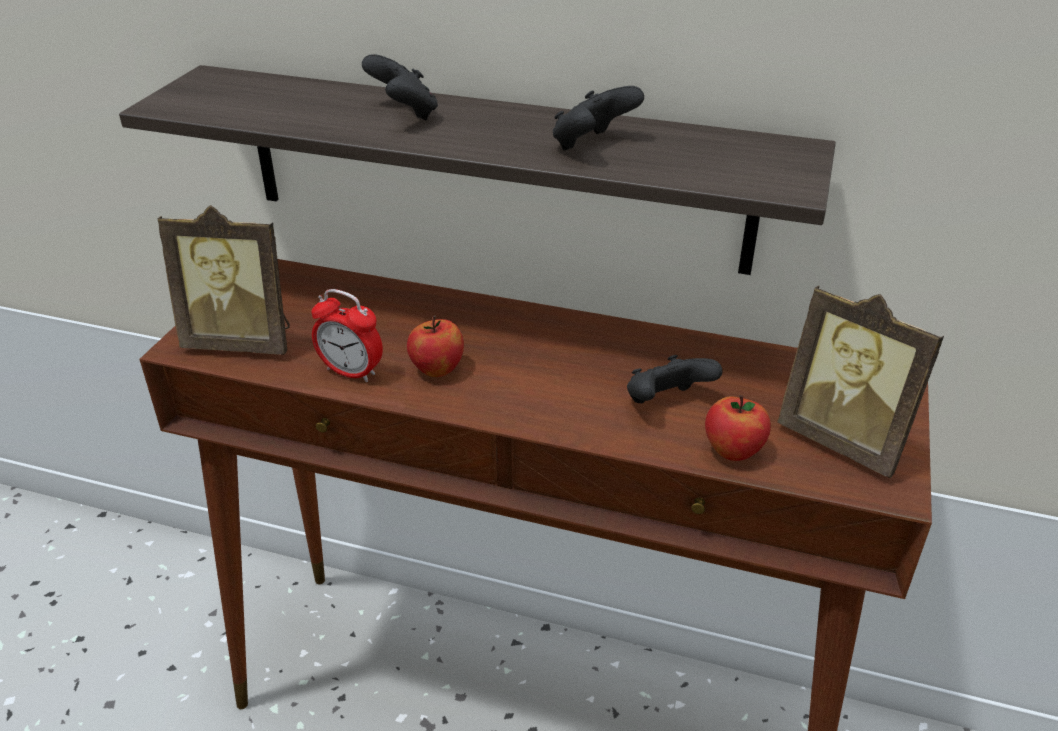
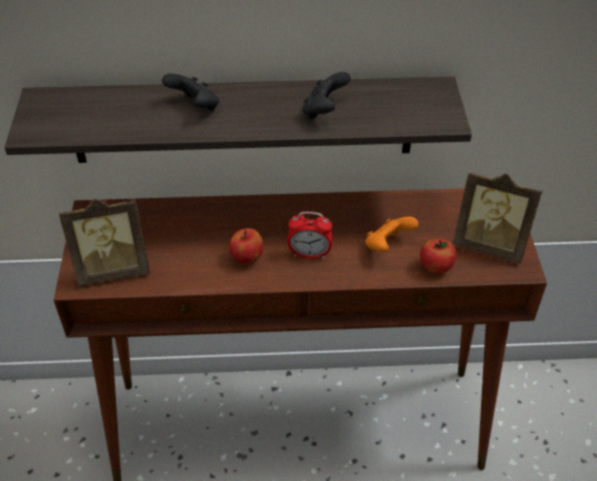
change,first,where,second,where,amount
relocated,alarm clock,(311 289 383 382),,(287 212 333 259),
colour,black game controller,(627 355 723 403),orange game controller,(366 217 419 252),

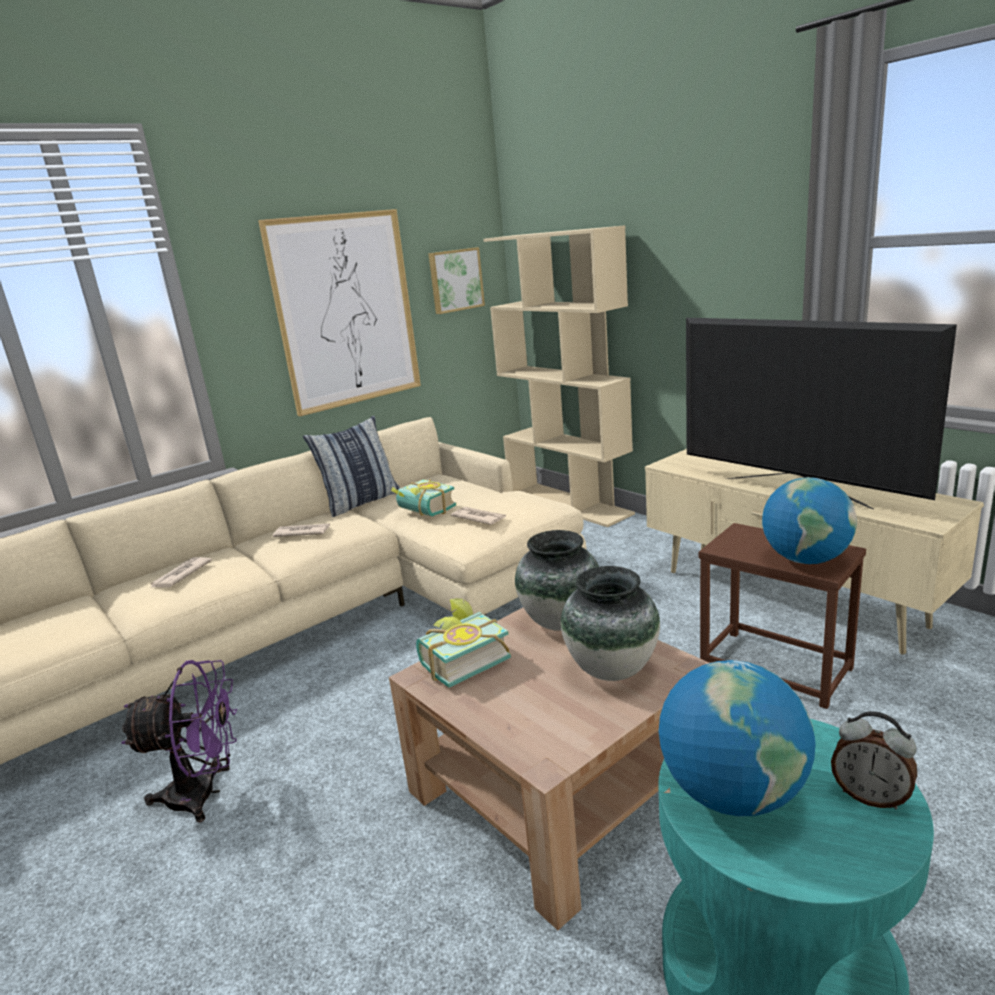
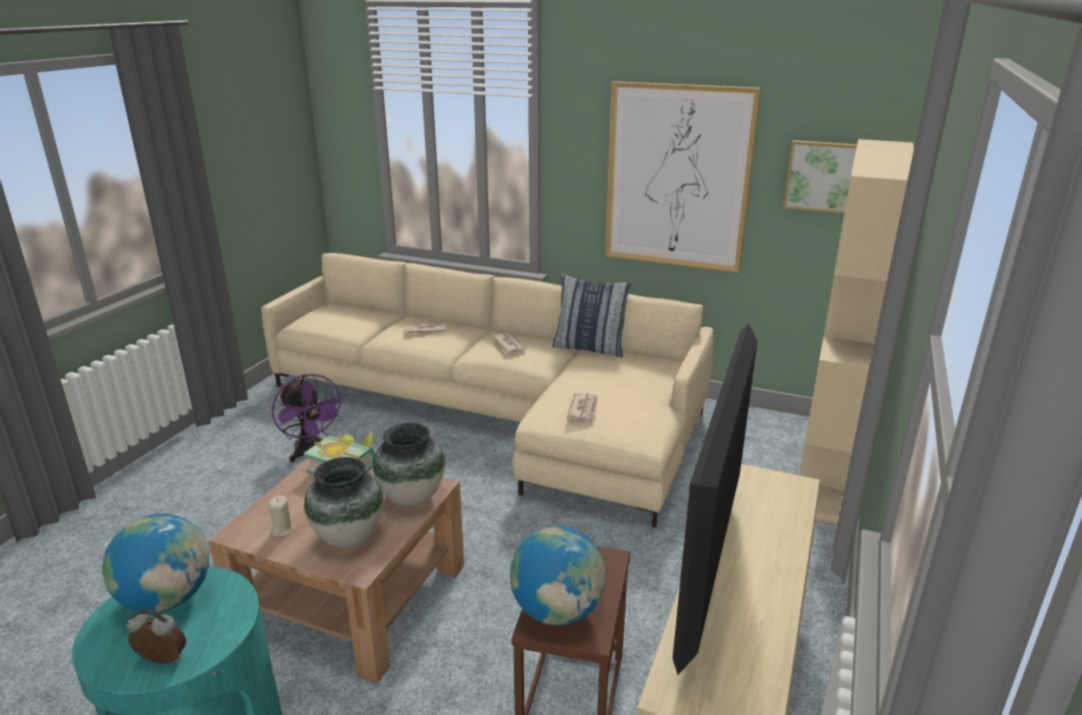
change,first,where,second,where,amount
missing,book,(391 479 456 516),,,
spun,alarm clock,(831 711 917 809),,(126 610 186 663),90 degrees clockwise
appeared,,,beige candle,(269 496 294 537),

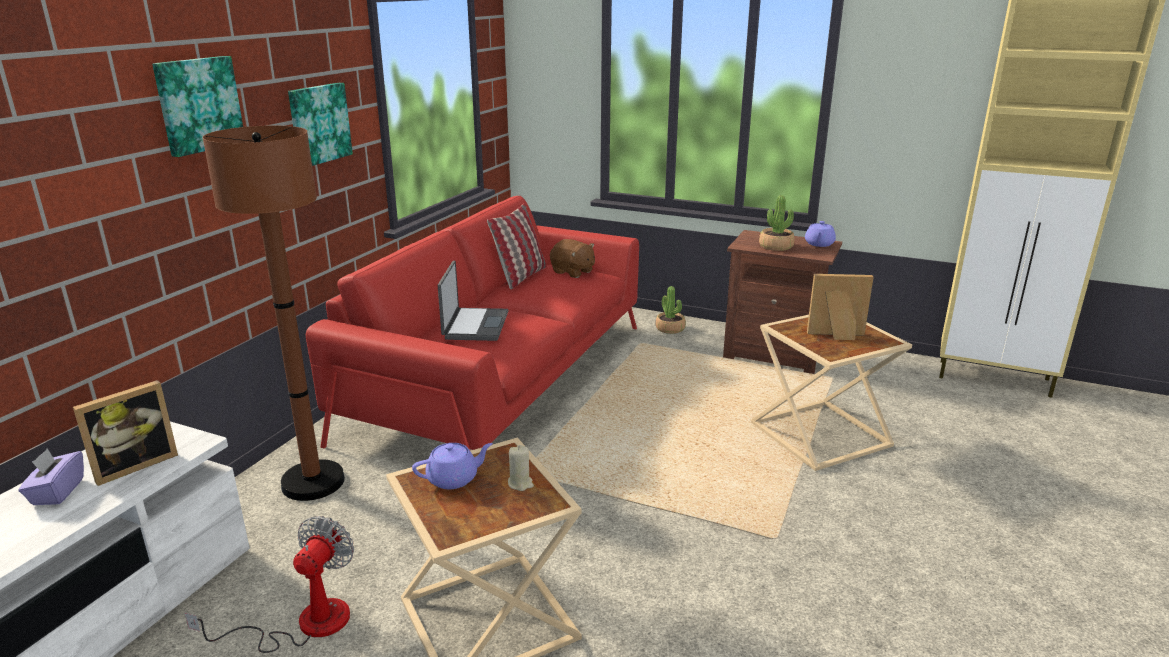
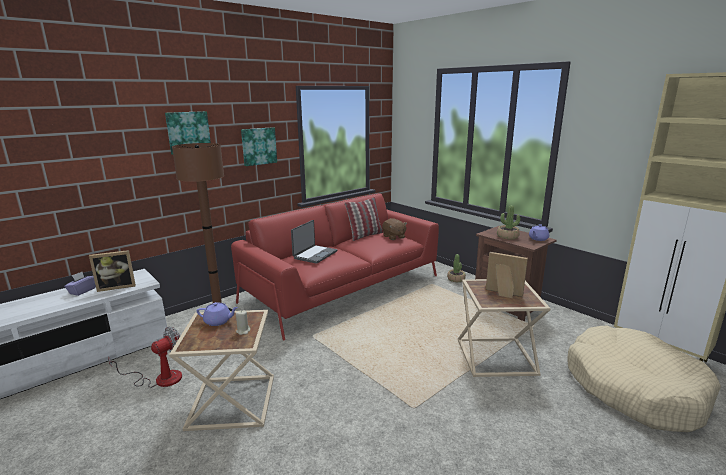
change,first,where,second,where,amount
appeared,,,beige dog bed,(567 326 721 432),

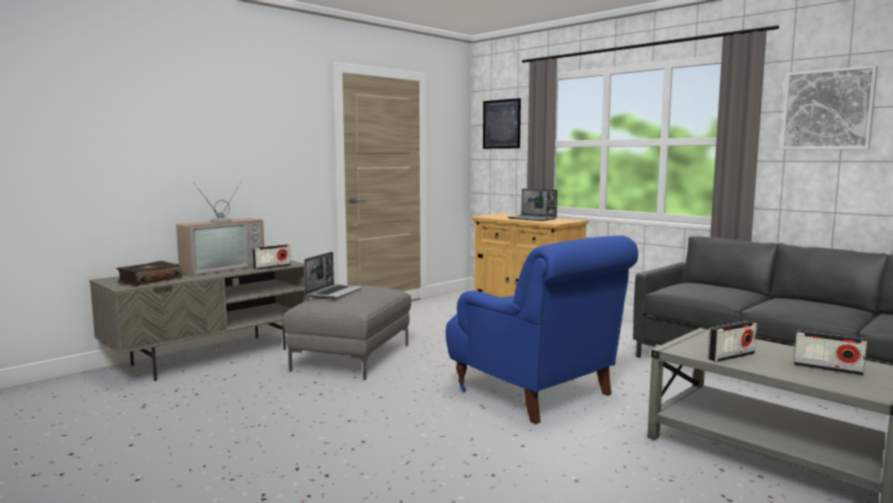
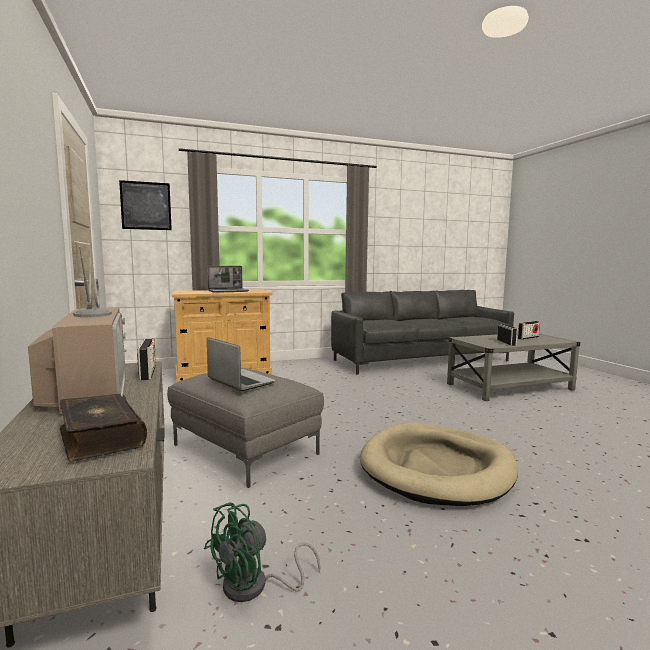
change,first,where,second,where,amount
missing,blue armchair,(446 235 638 424),,,
missing,picture,(781 65 878 150),,,
appeared,,,green fan,(204 502 321 602),
appeared,,,beige dog bed,(360 422 518 506),

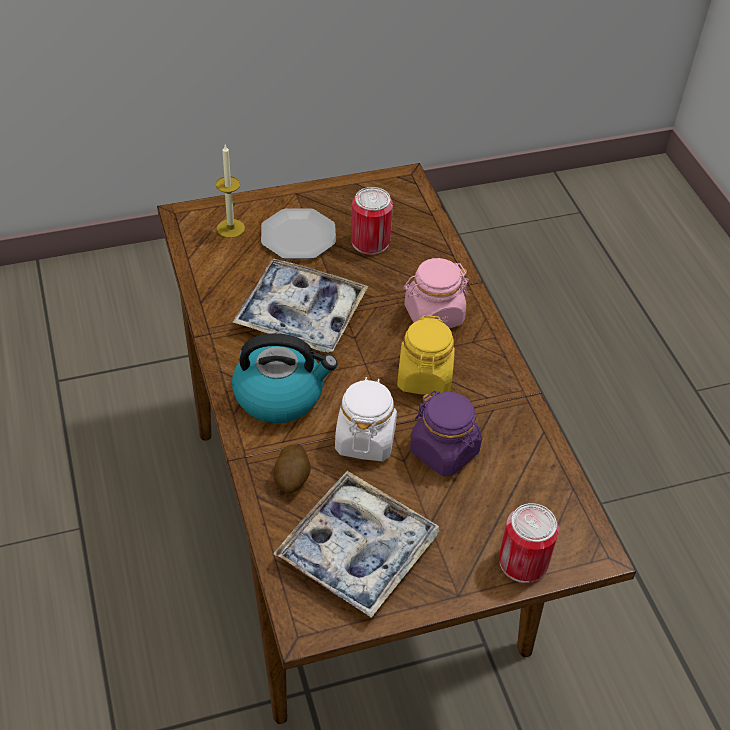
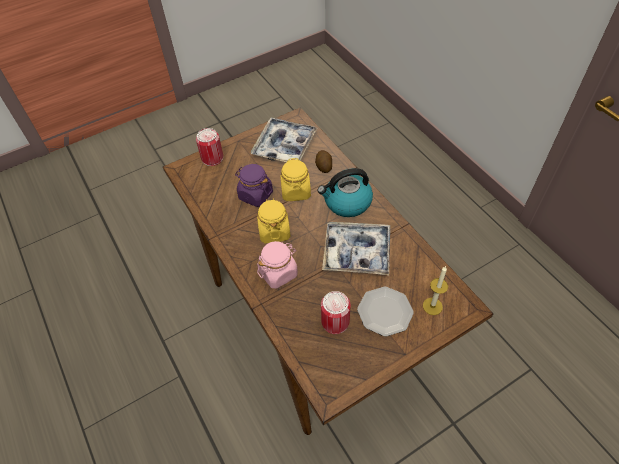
change,first,where,second,where,amount
colour,white jar,(335 377 397 461),yellow jar,(280 158 311 201),

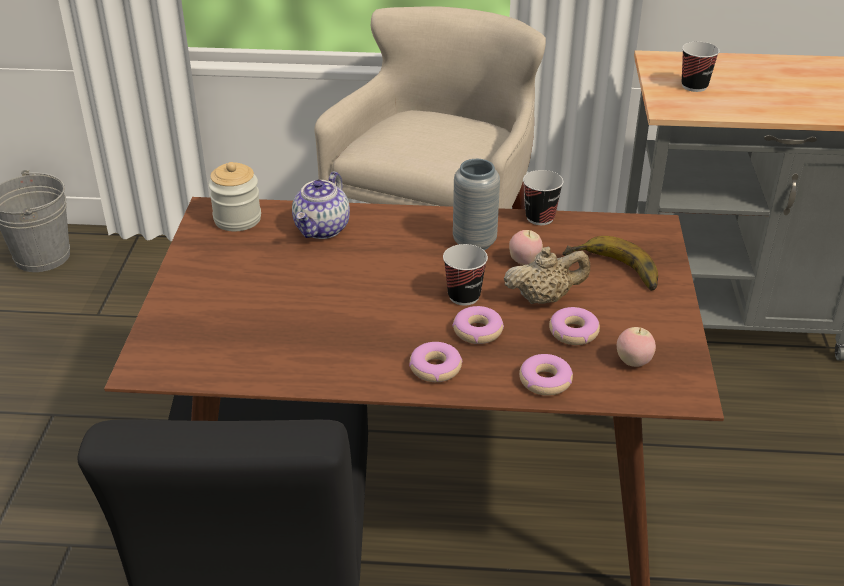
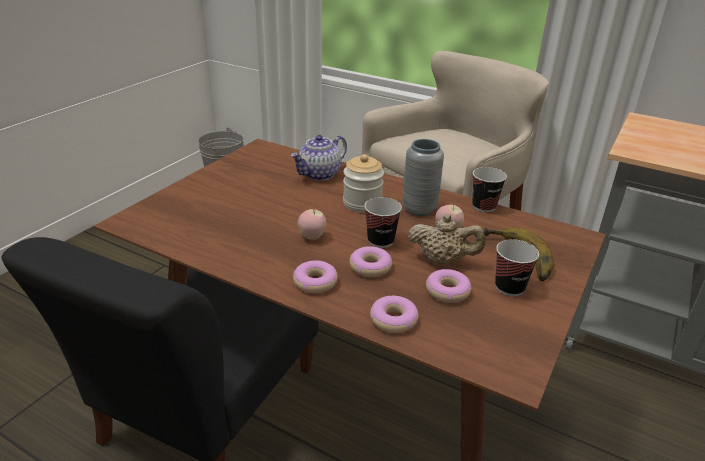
change,first,where,second,where,amount
relocated,jar,(208 162 261 231),,(343 154 384 213),
relocated,apple,(617 327 656 367),,(298 209 327 240),
relocated,cup,(682 42 719 92),,(495 239 539 296),

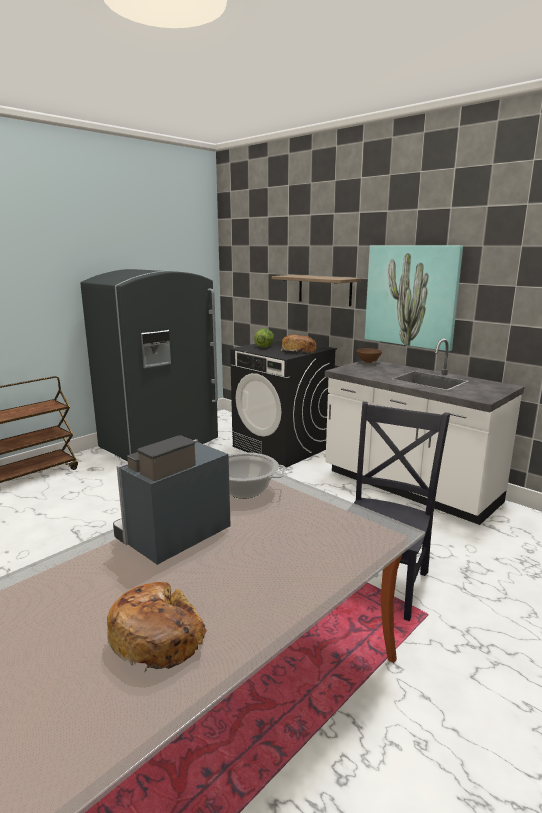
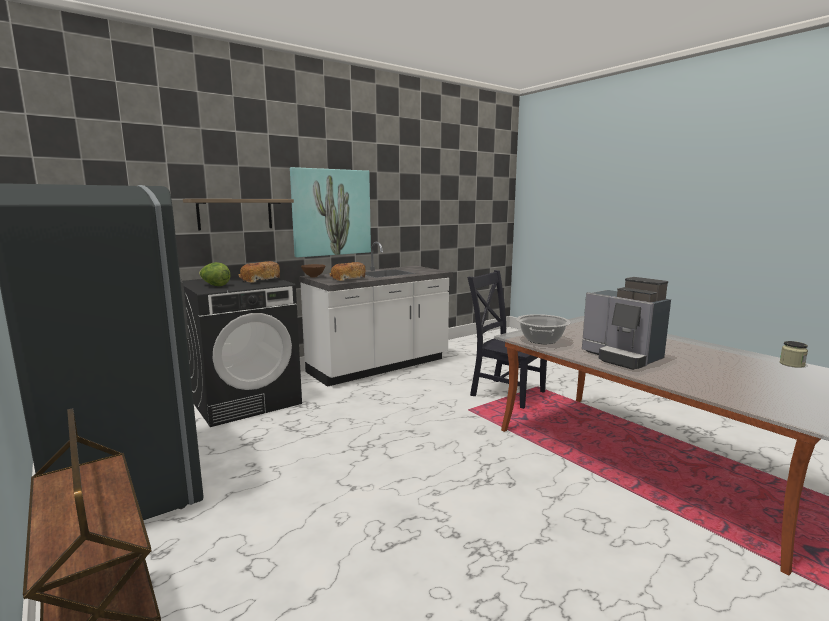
change,first,where,second,where,amount
relocated,bread,(107 582 207 672),,(330 262 366 281),
appeared,,,jar,(780 341 808 368),

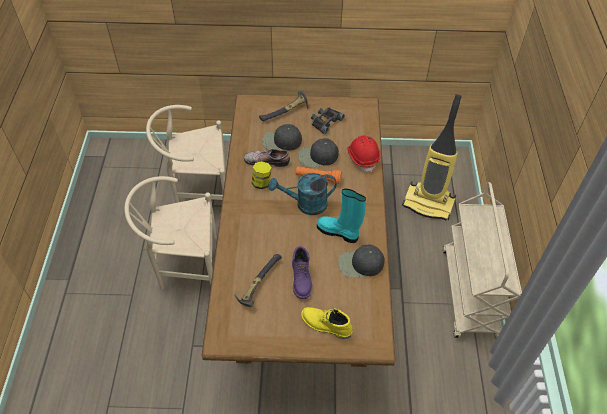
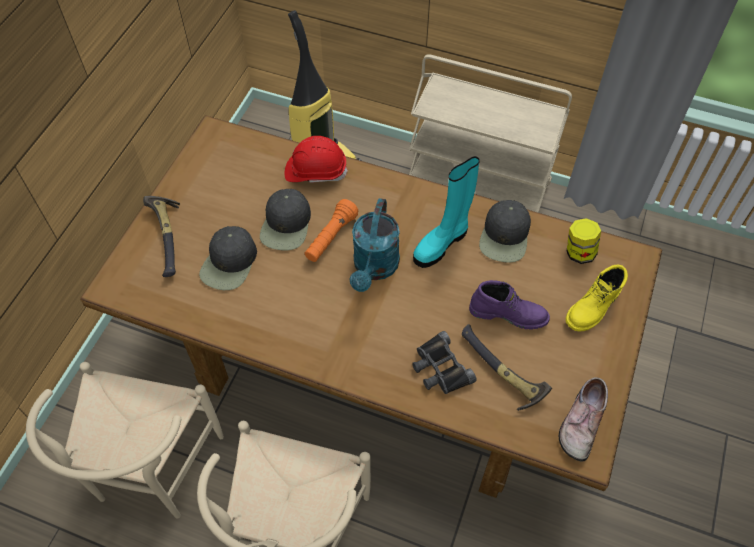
change,first,where,second,where,amount
relocated,shoe,(244 149 290 167),,(559 377 608 462),
relocated,jar,(252 161 272 189),,(567 218 601 264),
relocated,black binoculars,(311 107 345 134),,(412 331 477 394),

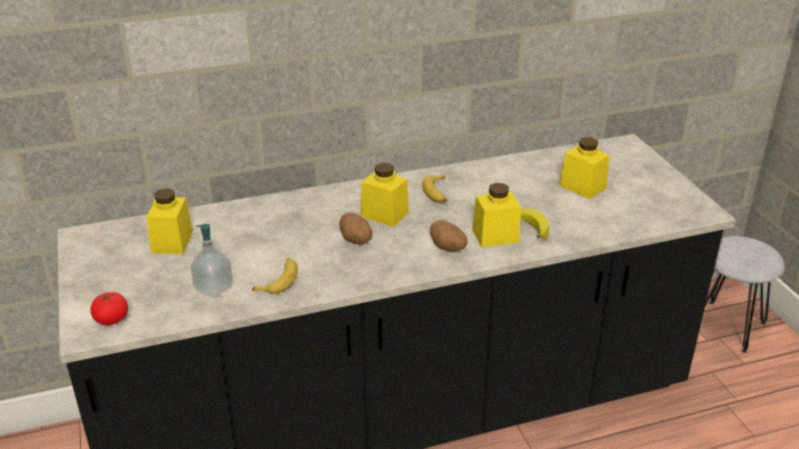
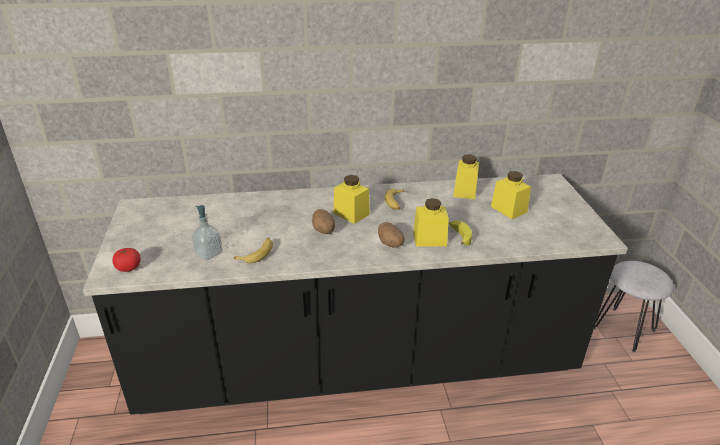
change,first,where,second,where,amount
relocated,yellow jar,(146 188 193 254),,(453 154 479 199),

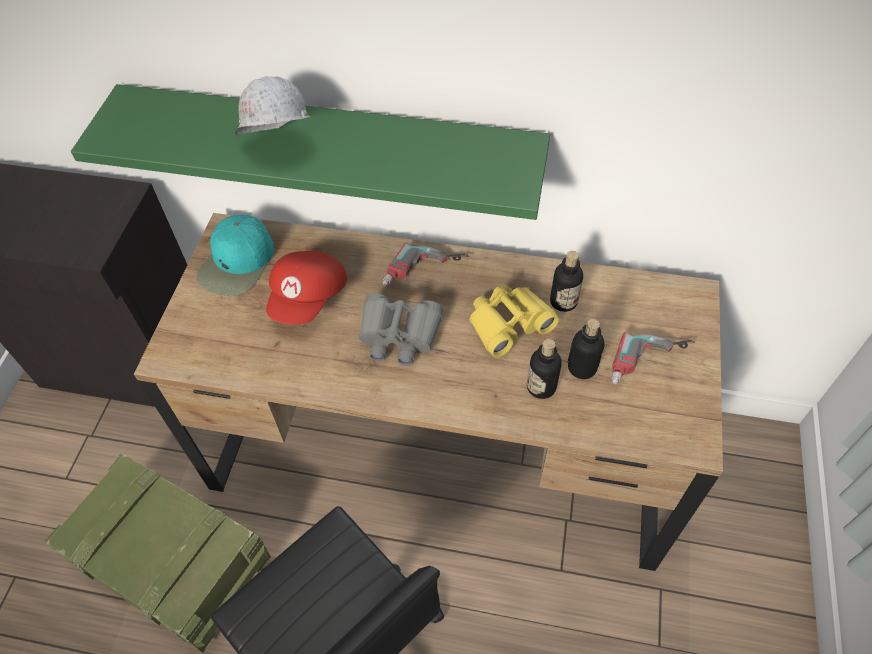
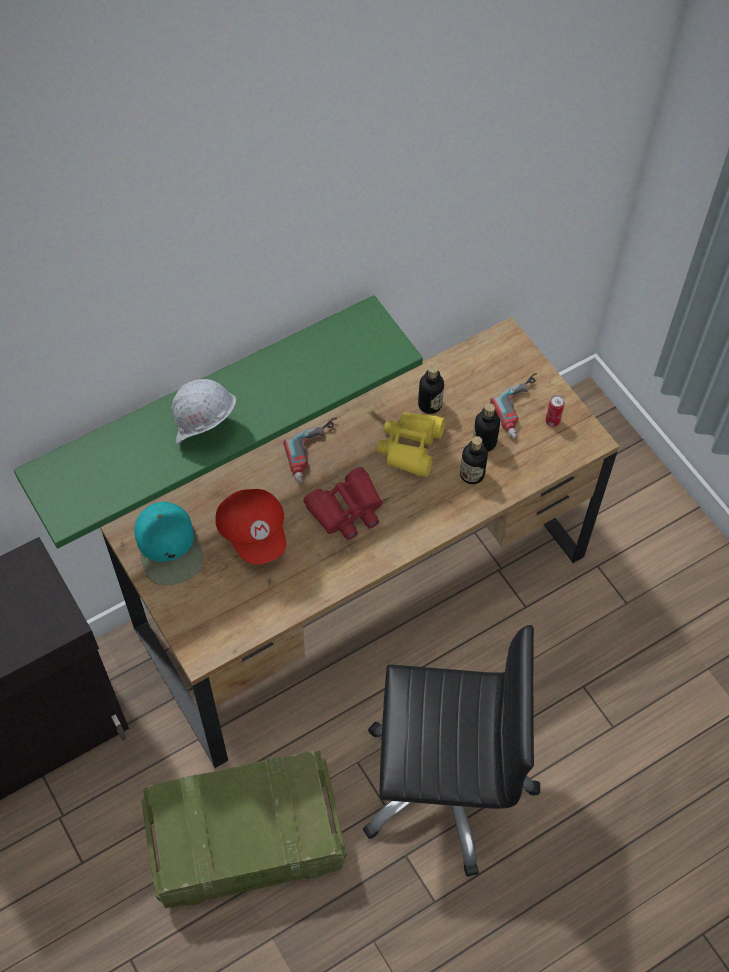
change,first,where,second,where,amount
colour,grey binoculars,(359 293 443 365),red binoculars,(303 467 383 540),
appeared,,,can,(546 395 565 427),

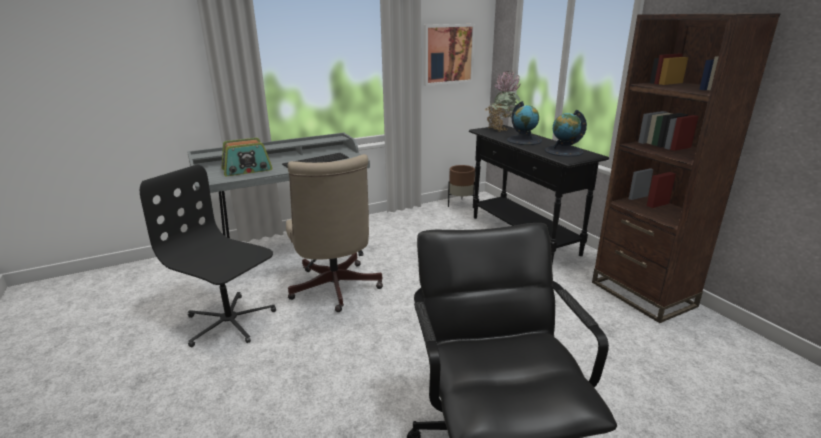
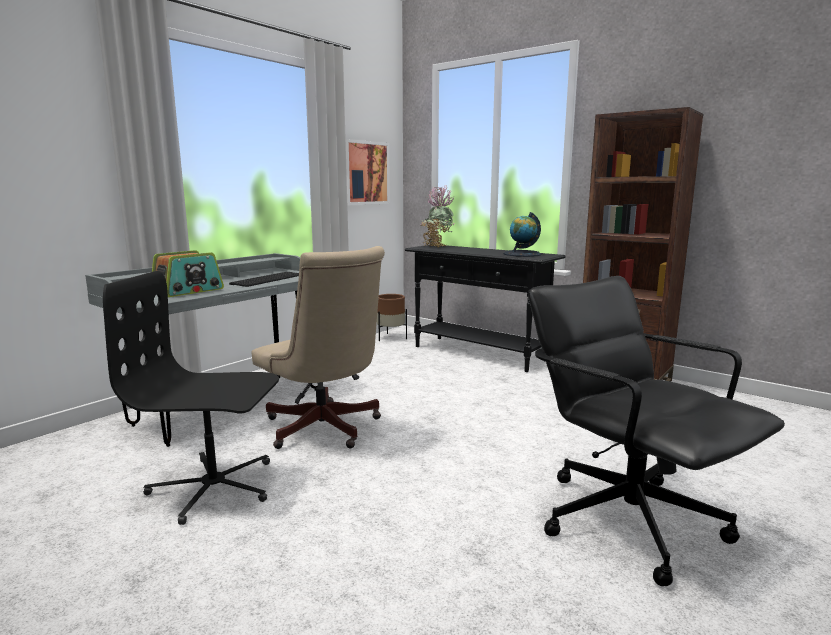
change,first,where,second,where,amount
missing,globe,(507 101 542 145),,,

